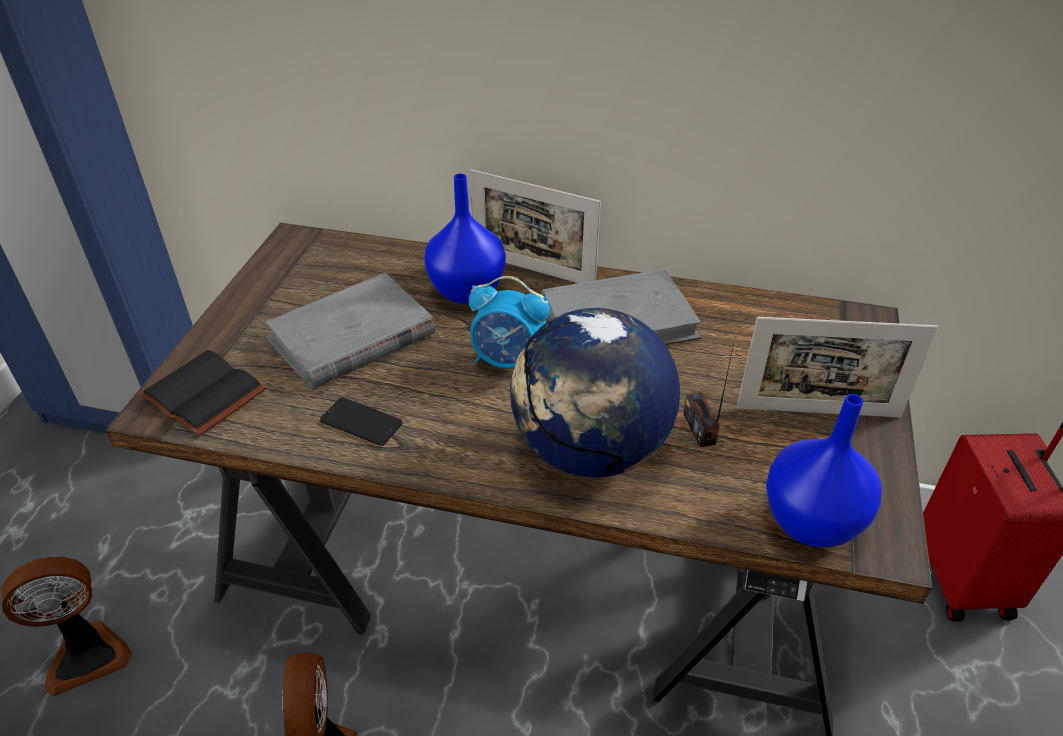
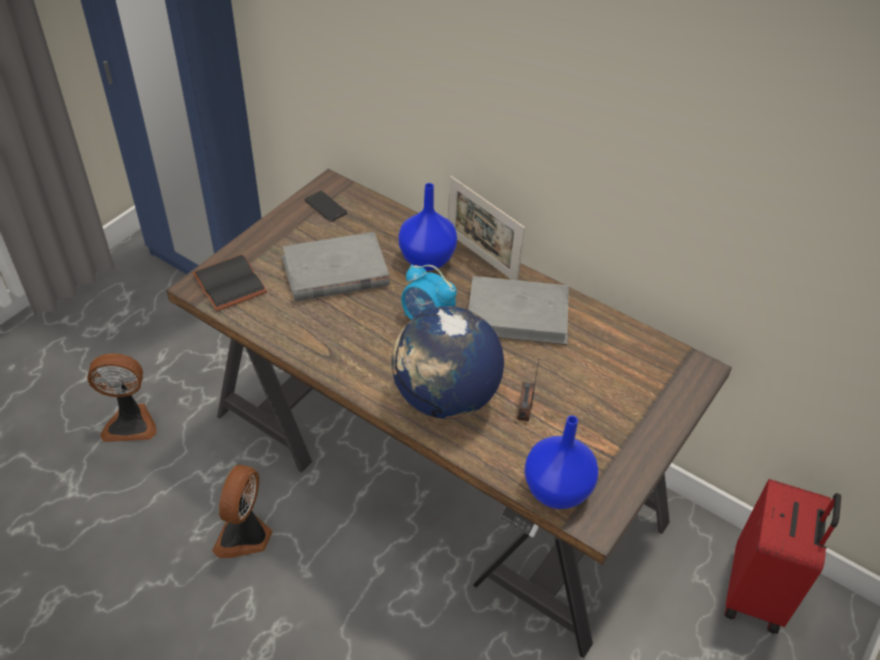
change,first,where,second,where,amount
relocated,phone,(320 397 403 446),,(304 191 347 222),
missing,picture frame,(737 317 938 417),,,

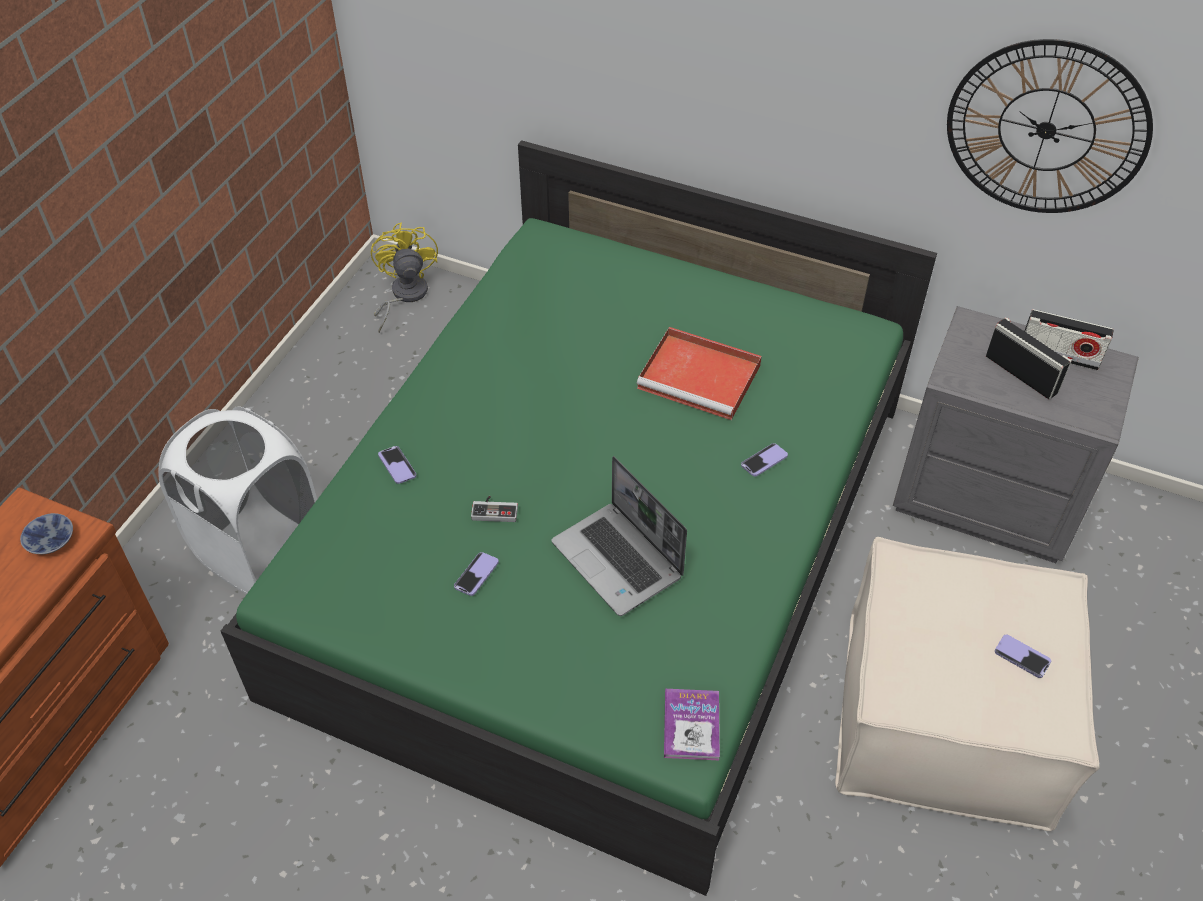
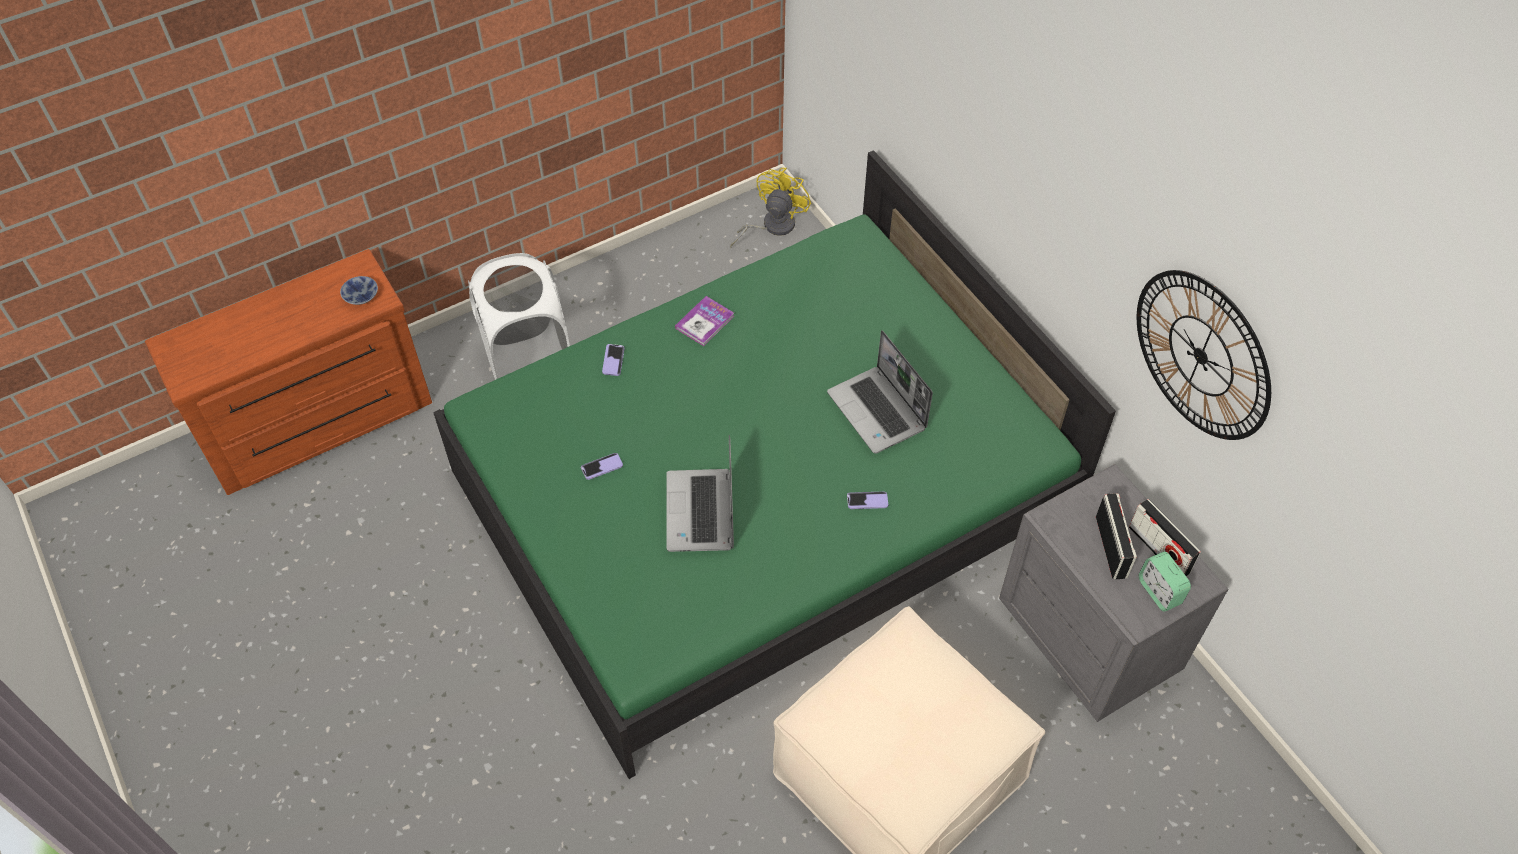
change,first,where,second,where,amount
missing,game controller,(471 496 518 522),,,
exchanged,red tray,(637 327 762 420),laptop,(827 330 933 454),
relocated,book,(664 689 720 760),,(675 296 734 346),
missing,phone,(995 635 1051 678),,,
appeared,,,alarm clock,(1139 552 1191 612),

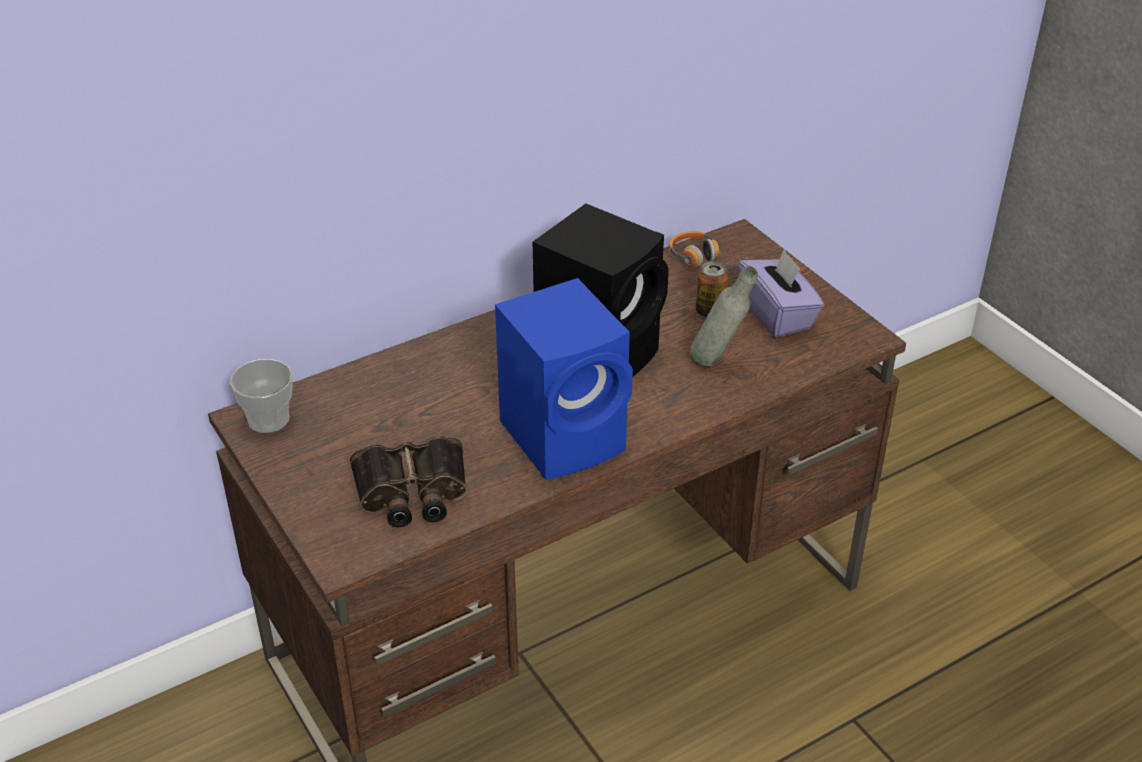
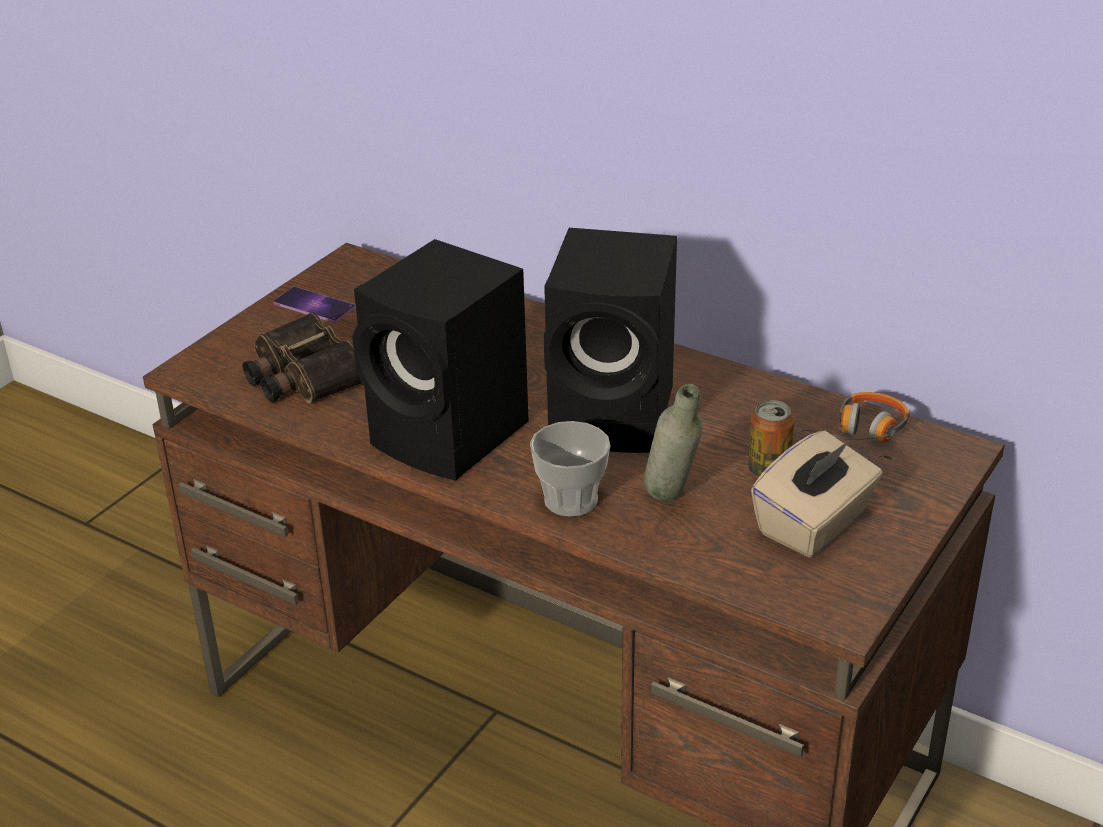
change,first,where,second,where,amount
relocated,cup,(230 359 293 433),,(530 421 611 516),
colour,blue speaker,(495 278 633 480),black speaker,(352 239 529 480),
colour,purple tissue box,(738 249 824 338),beige tissue box,(751 431 883 557),
appeared,,,phone,(274 287 356 323),

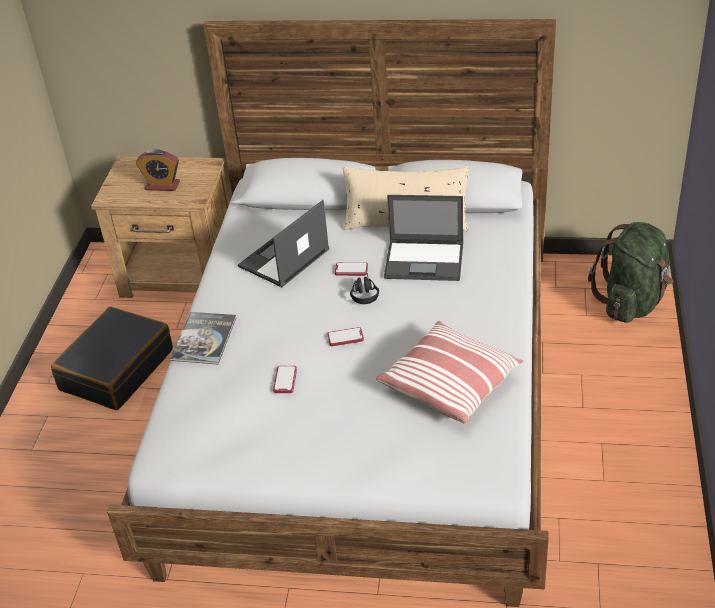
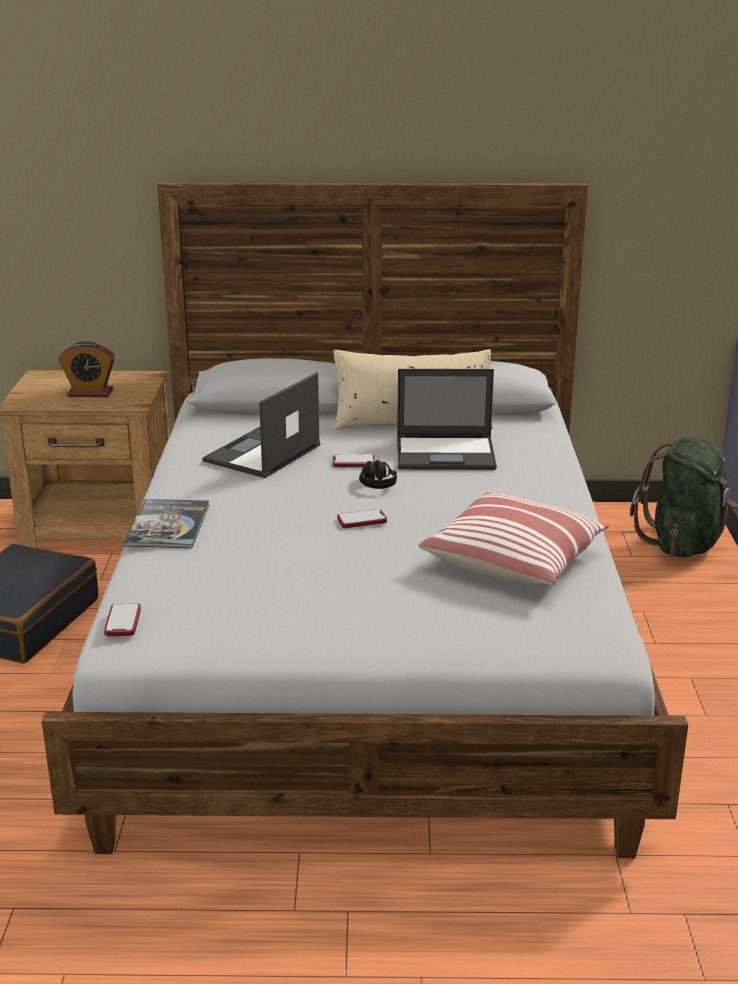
change,first,where,second,where,amount
relocated,phone,(273 366 297 393),,(104 604 141 636),

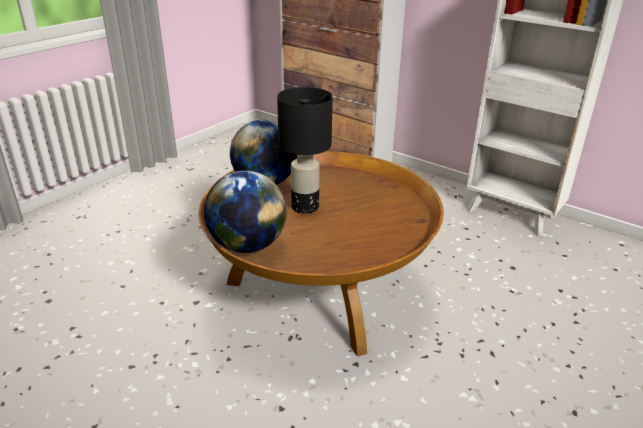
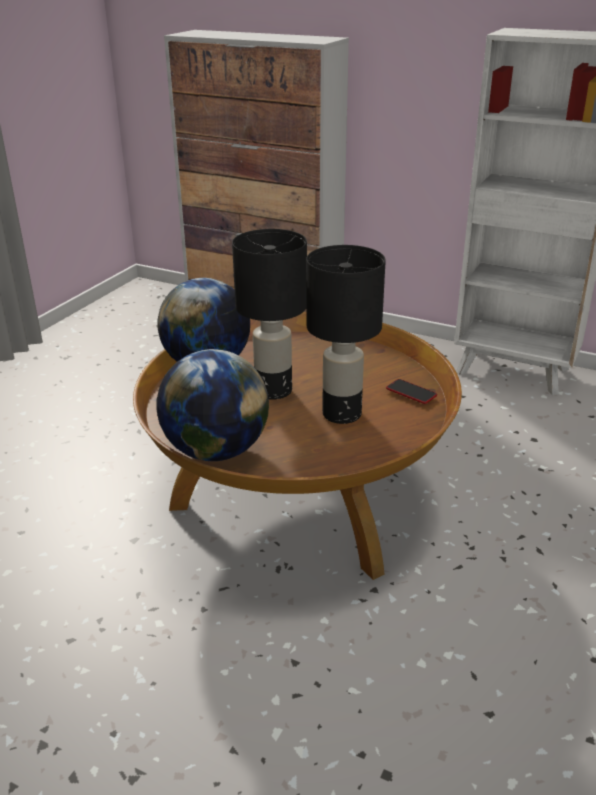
change,first,where,second,where,amount
appeared,,,black table lamp,(306 245 386 424),
appeared,,,phone,(386 379 437 404),

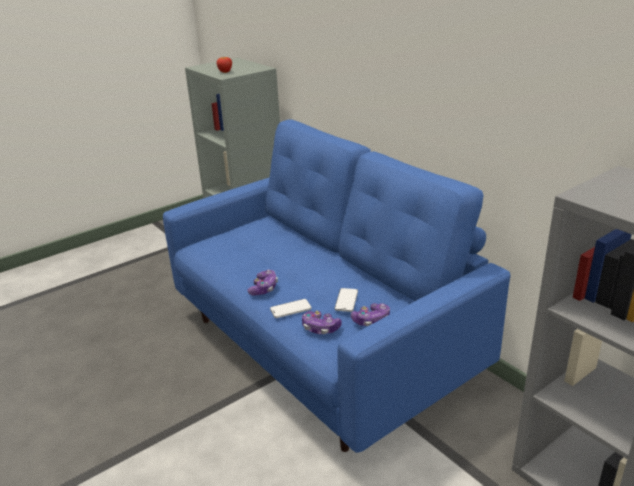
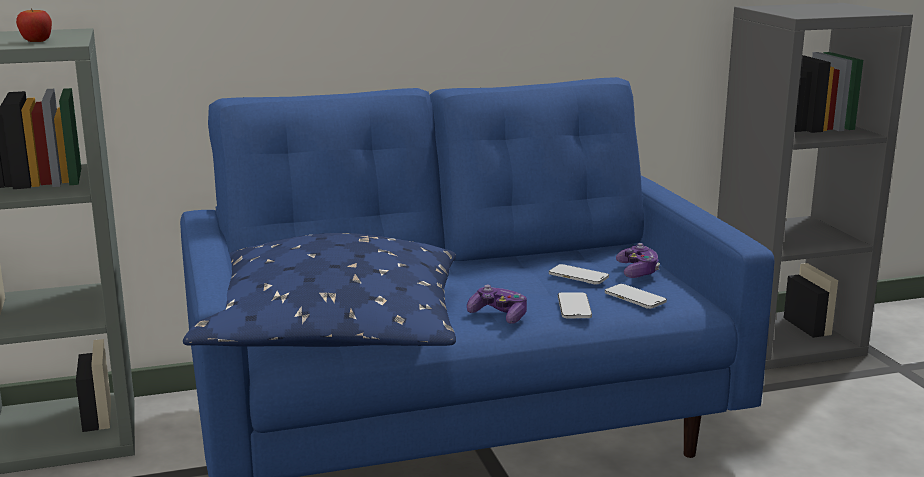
change,first,where,second,where,amount
exchanged,game controller,(302 311 342 334),phone,(605 284 667 309),
appeared,,,blue pillow,(183 233 456 347),

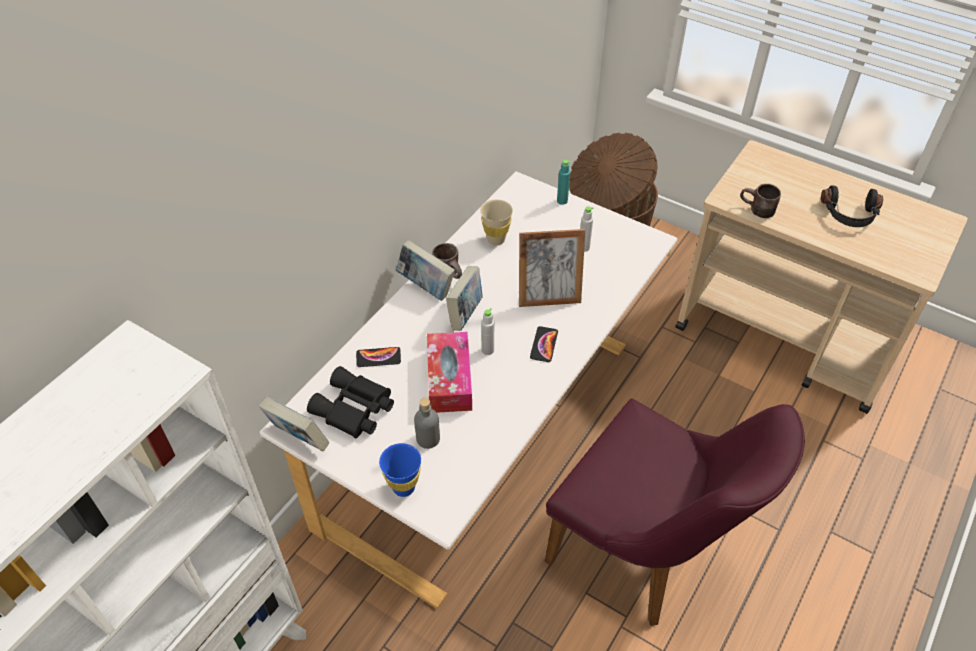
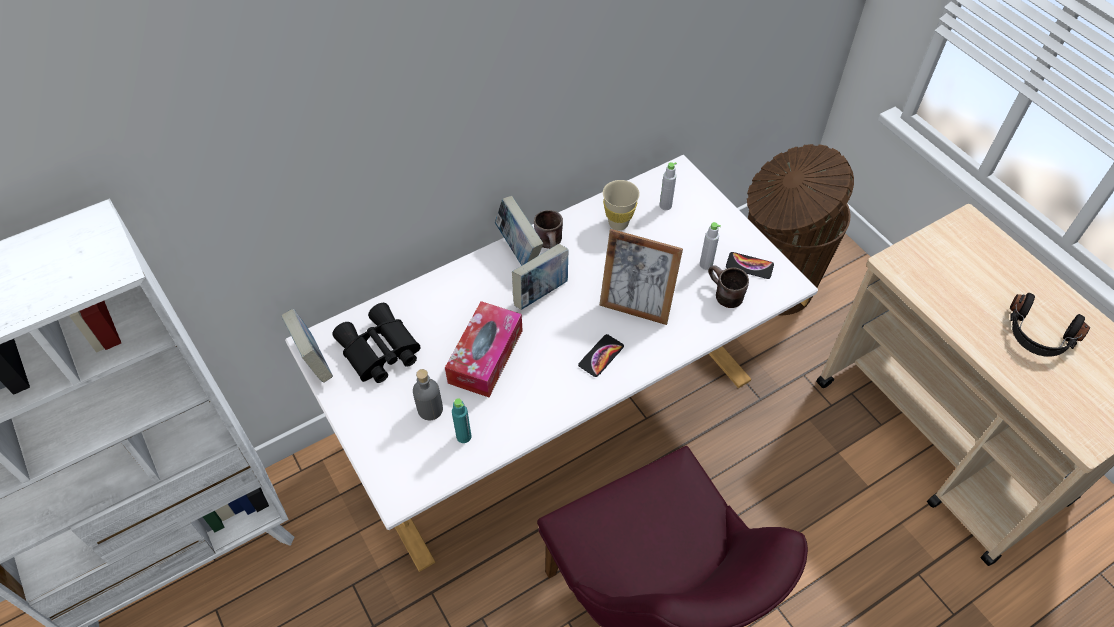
change,first,where,second,where,amount
relocated,phone,(356 347 401 367),,(726 252 774 279),
missing,blue cup,(379 443 421 497),,,
relocated,grey bottle,(481 308 494 355),,(659 162 677 210),
relocated,turquoise bottle,(557 160 571 205),,(452 398 472 443),
relocated,brown mug,(740 184 781 218),,(708 265 749 308),

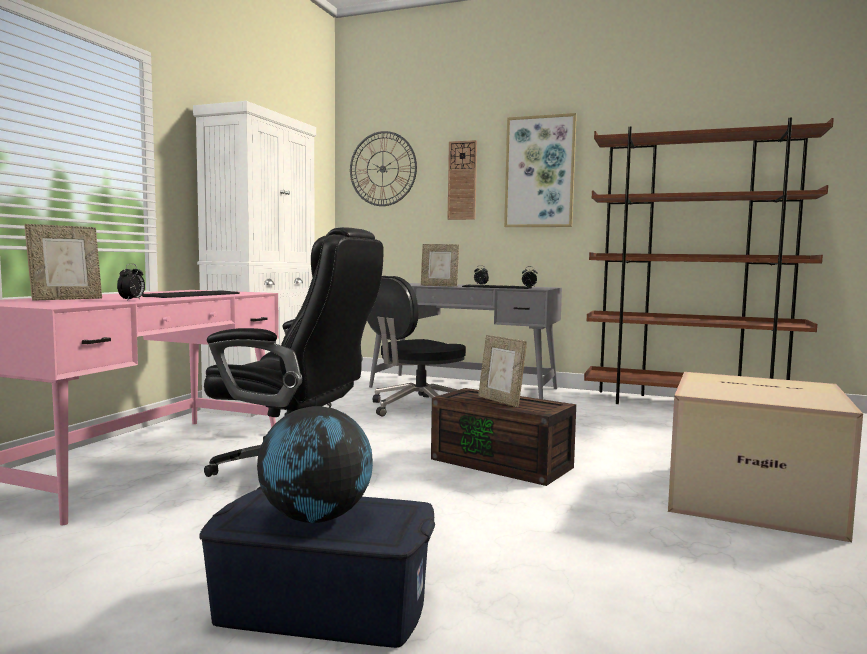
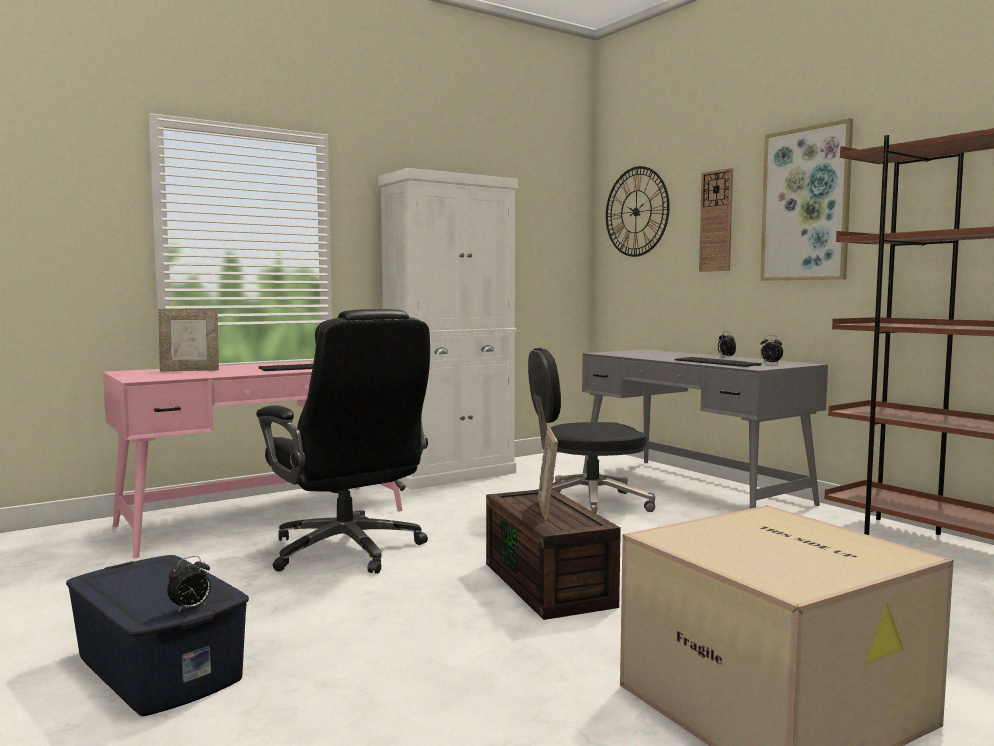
change,first,where,second,where,amount
relocated,alarm clock,(117 264 145 301),,(167 556 211 613),
missing,globe,(257 406 373 523),,,
missing,picture frame,(421 244 459 287),,,

